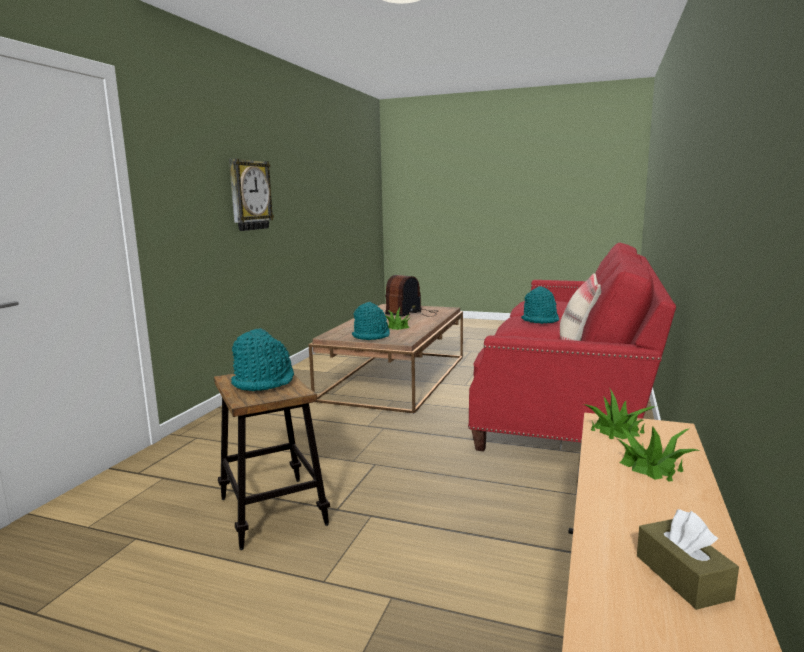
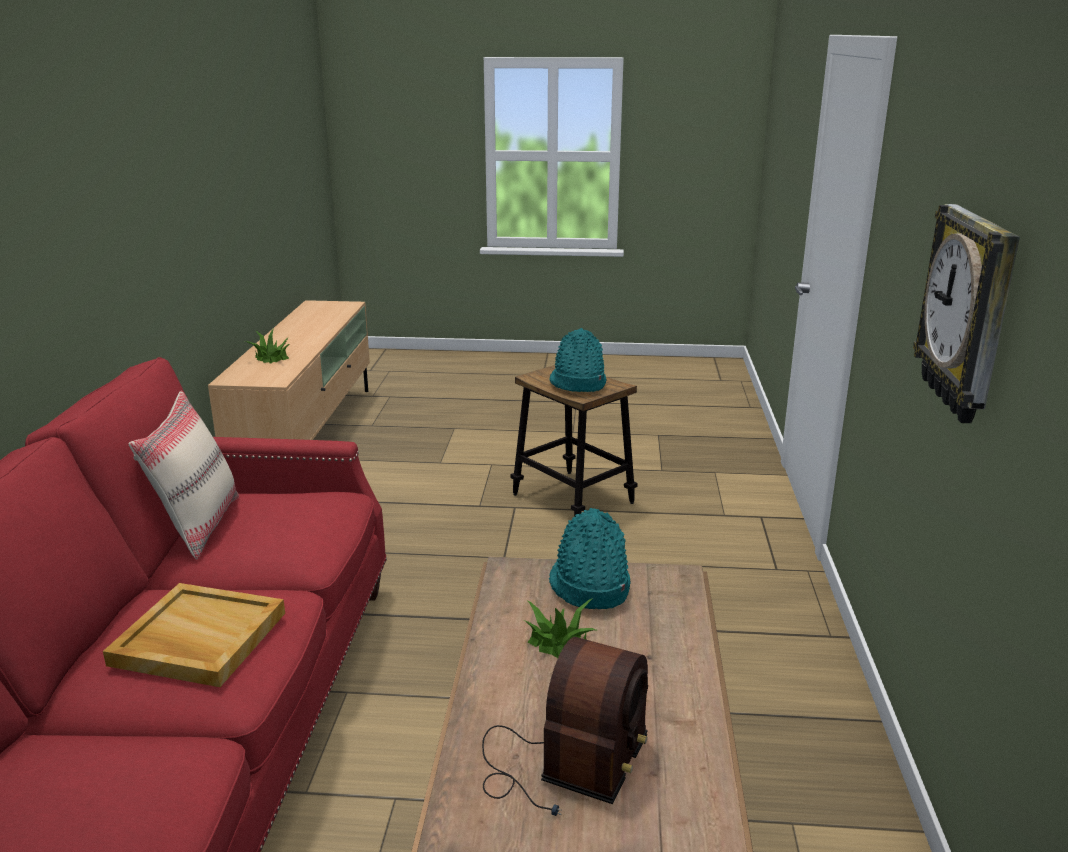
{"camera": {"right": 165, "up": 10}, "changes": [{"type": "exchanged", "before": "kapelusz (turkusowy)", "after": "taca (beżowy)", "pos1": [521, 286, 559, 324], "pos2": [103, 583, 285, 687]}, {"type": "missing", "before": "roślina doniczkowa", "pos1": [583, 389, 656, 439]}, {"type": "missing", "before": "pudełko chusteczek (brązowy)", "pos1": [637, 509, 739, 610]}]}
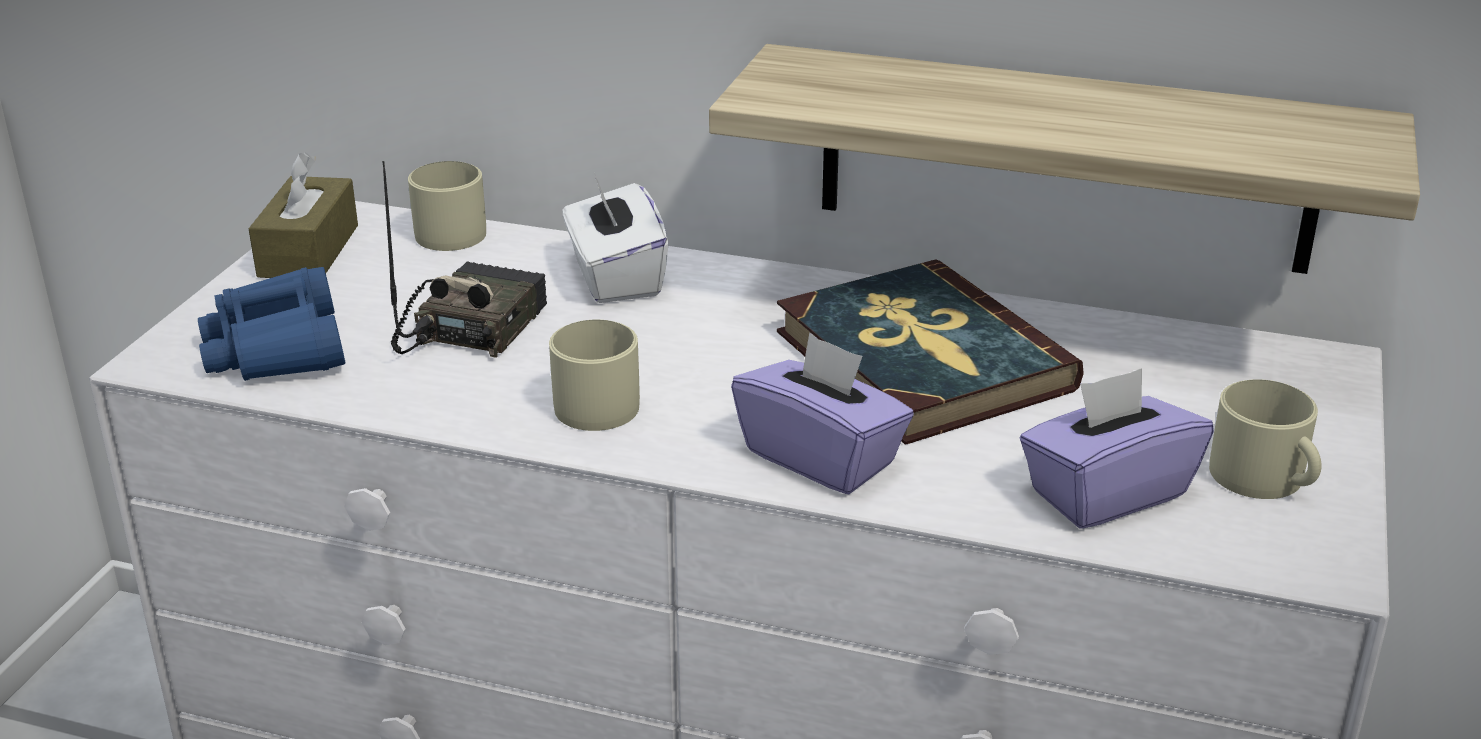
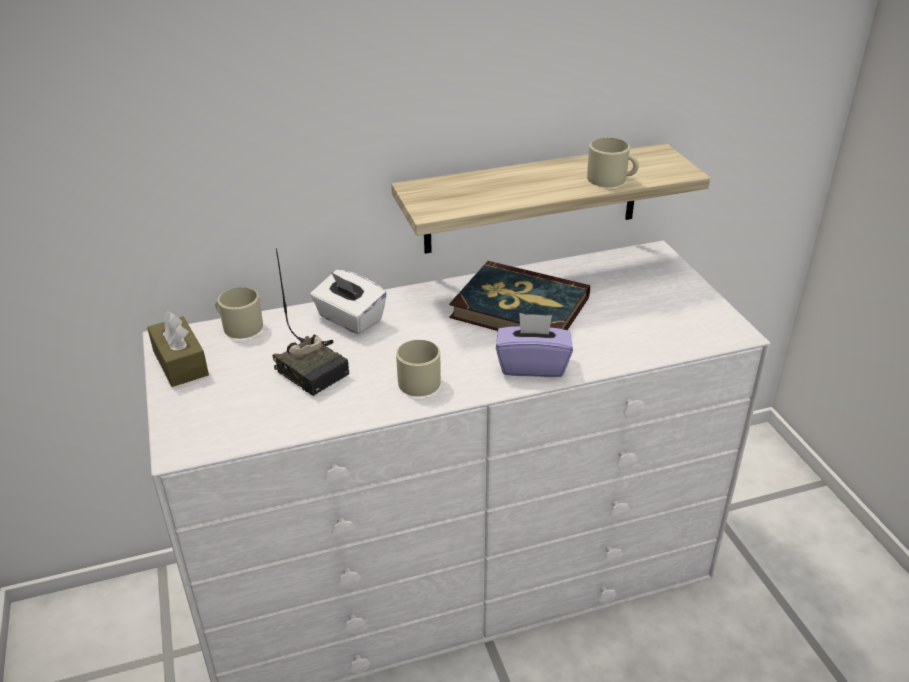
{"camera": {"right": -35, "up": 5}, "changes": [{"type": "spun", "before": "radio", "pos1": [382, 161, 547, 358], "pos2": [272, 249, 349, 396], "turn": 150}, {"type": "relocated", "before": "kubek (beżowy)", "pos1": [1209, 379, 1321, 499], "pos2": [587, 138, 639, 187]}, {"type": "missing", "before": "lornetka (niebieski)", "pos1": [198, 267, 345, 381]}, {"type": "missing", "before": "pudełko chusteczek (fioletowy)", "pos1": [1020, 368, 1214, 529]}]}
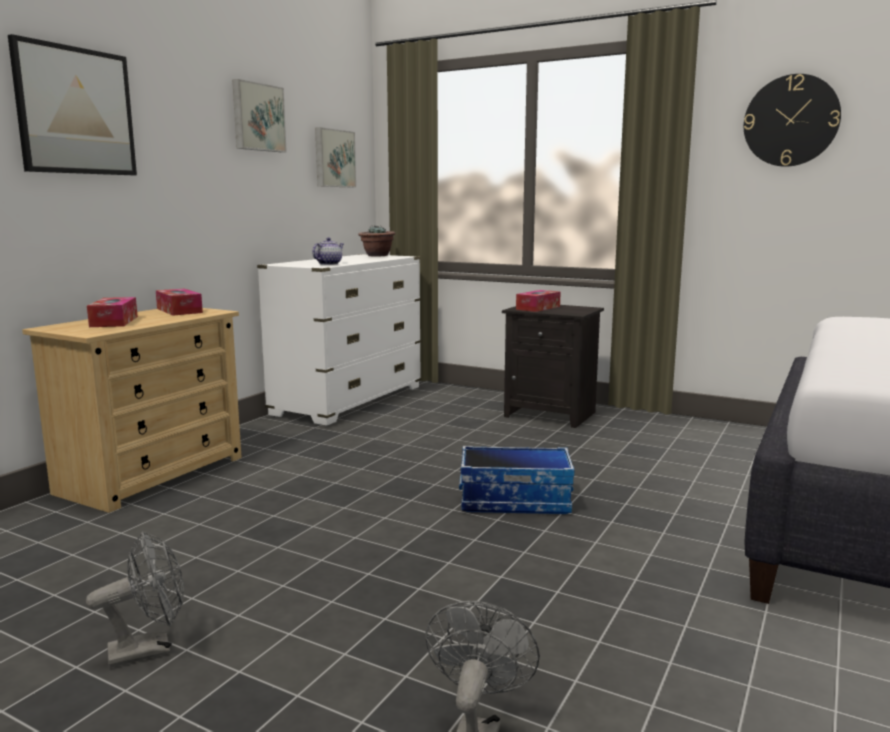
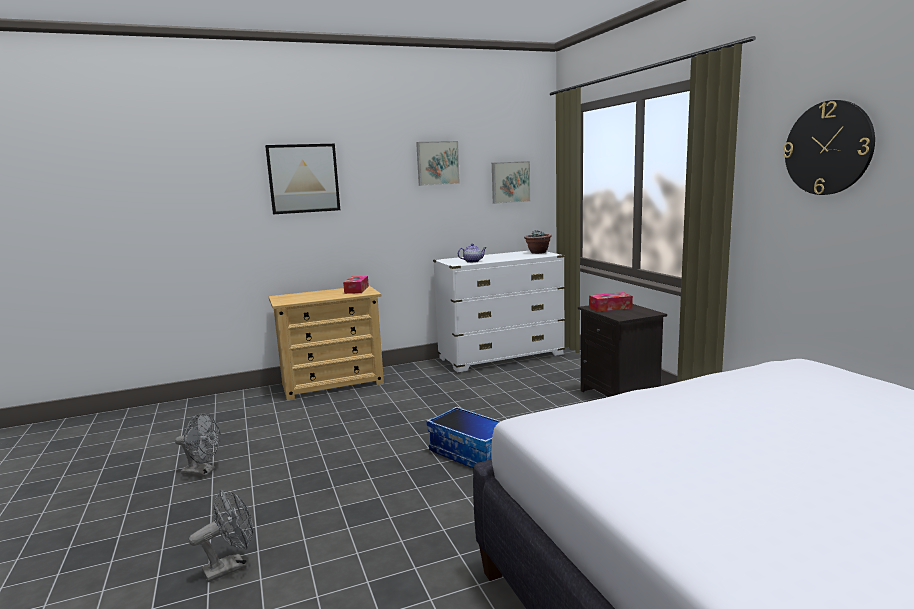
{"camera": {"right": 40, "up": 0}, "changes": [{"type": "missing", "before": "pudełko chusteczek", "pos1": [87, 297, 138, 327]}]}
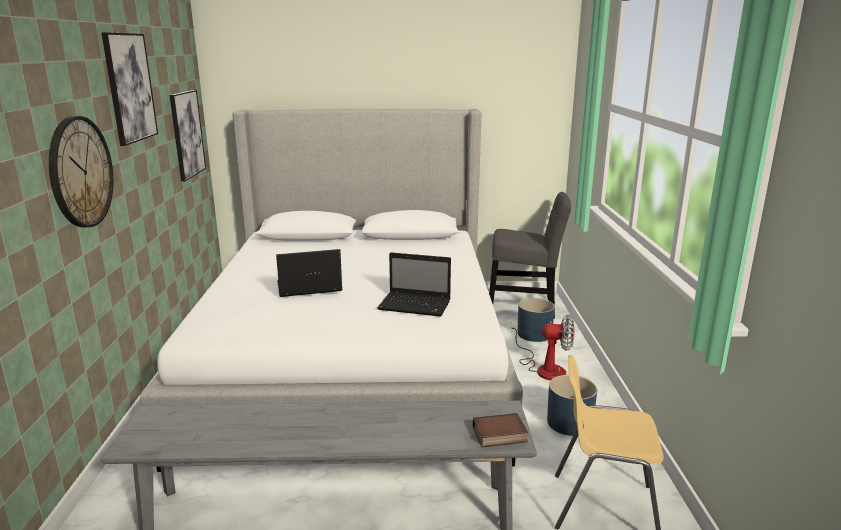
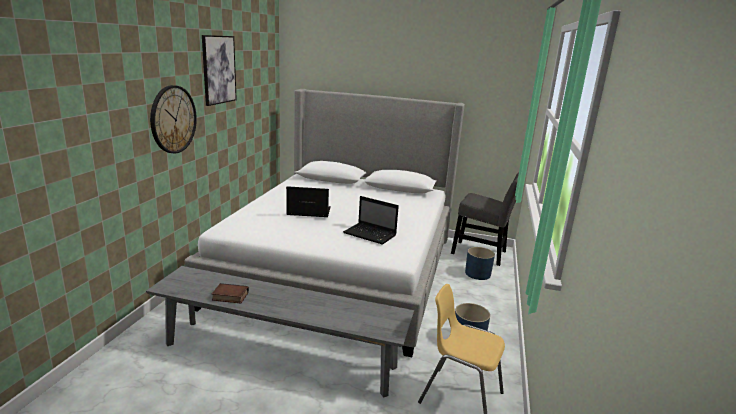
{"camera": {"right": 15, "up": 0}, "changes": [{"type": "relocated", "before": "książka", "pos1": [473, 413, 528, 447], "pos2": [212, 283, 249, 304]}, {"type": "missing", "before": "obraz", "pos1": [170, 90, 206, 182]}, {"type": "missing", "before": "wentylator", "pos1": [511, 315, 574, 380]}]}
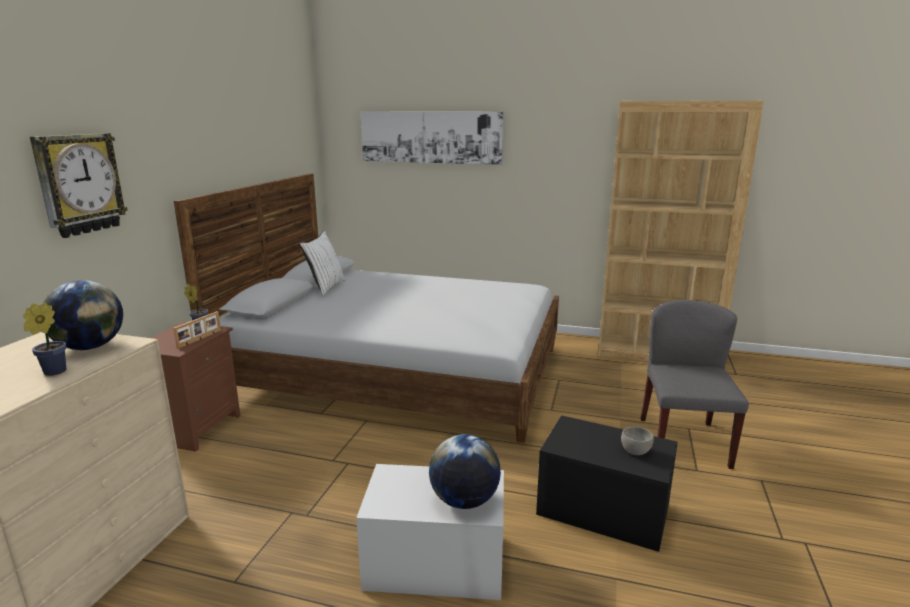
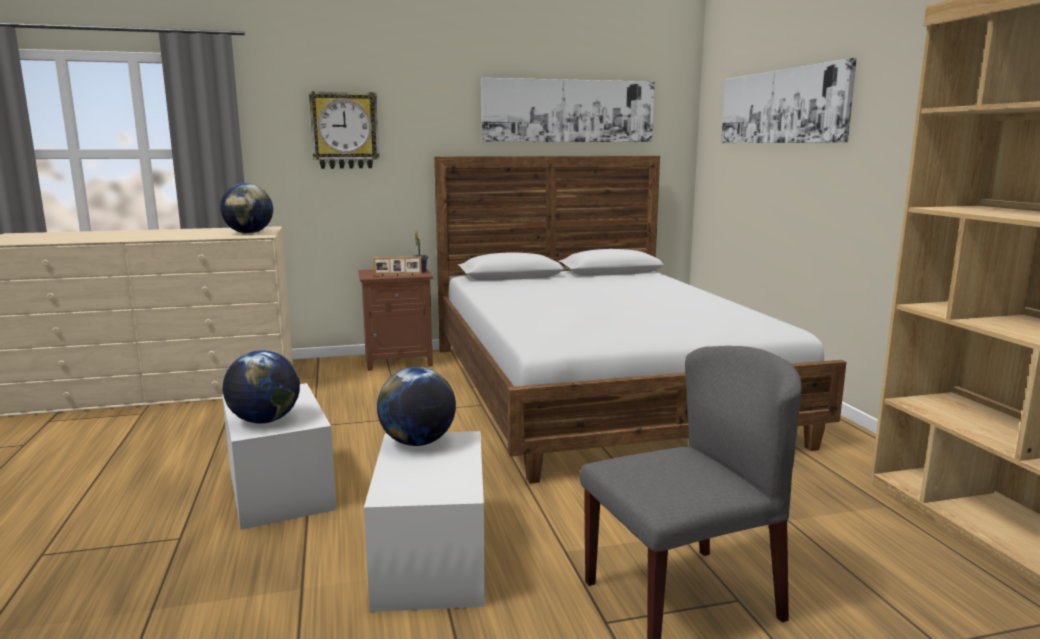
{"camera": {"right": 60, "up": -5}, "changes": [{"type": "colour", "before": "pojemnik do przechowywania (czarny)", "after": "pojemnik do przechowywania (biały)", "pos1": [536, 415, 678, 552], "pos2": [364, 431, 485, 612]}, {"type": "appeared", "after": "globus", "pos2": [377, 367, 456, 446]}, {"type": "appeared", "after": "obraz", "pos2": [481, 78, 655, 142]}, {"type": "missing", "before": "roślina doniczkowa", "pos1": [23, 302, 66, 376]}, {"type": "missing", "before": "poduszka (biały)", "pos1": [300, 231, 346, 296]}, {"type": "missing", "before": "miska (szary)", "pos1": [621, 426, 654, 455]}]}
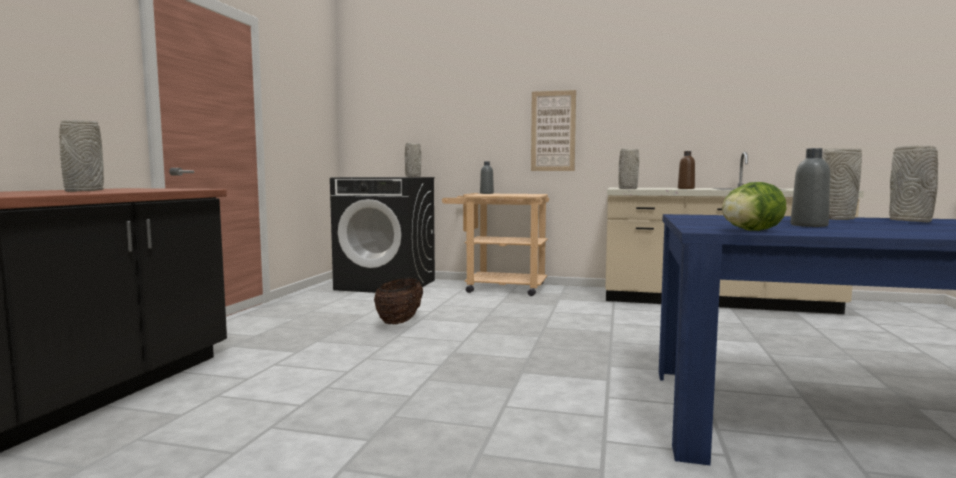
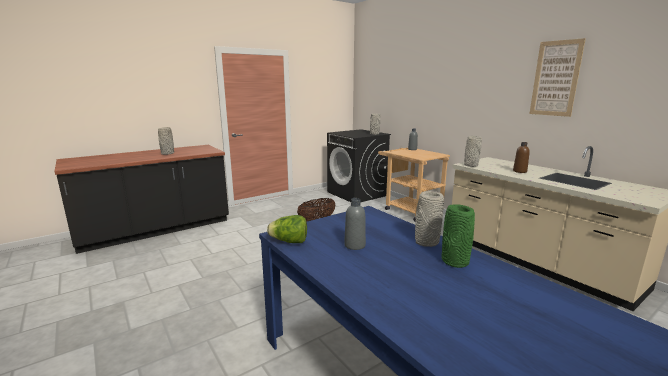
{"camera": {"right": 40, "up": 10}, "changes": [{"type": "colour", "before": "wazon (szary)", "after": "wazon (zielony)", "pos1": [889, 146, 938, 222], "pos2": [442, 204, 475, 268]}, {"type": "relocated", "before": "obraz", "pos1": [531, 90, 576, 171], "pos2": [529, 38, 586, 117]}]}
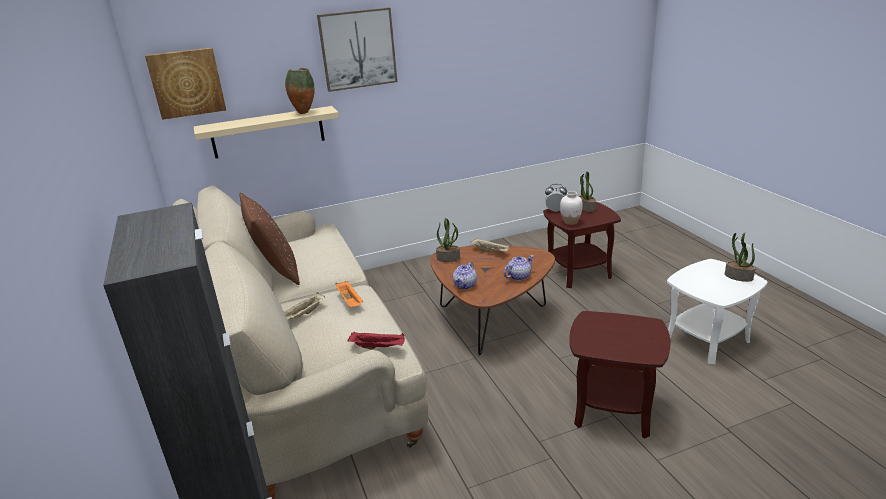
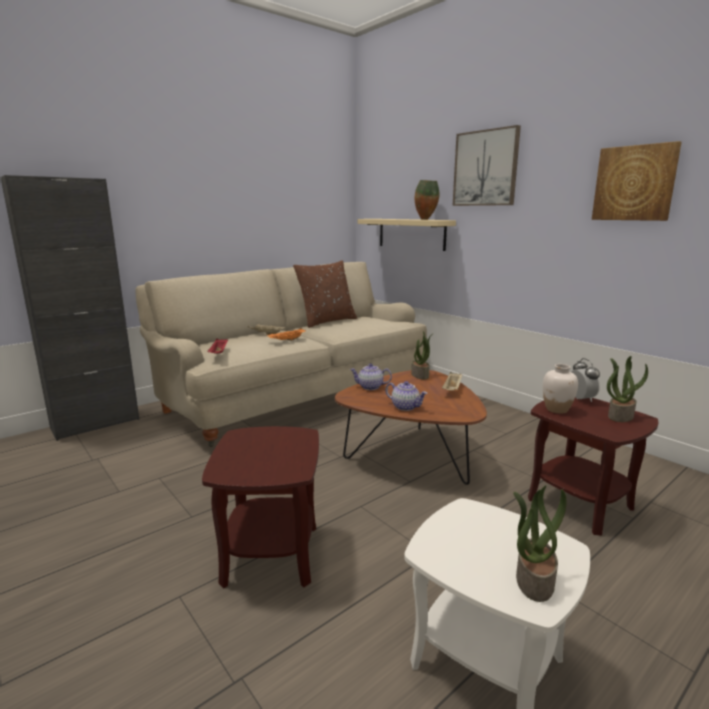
{"camera": {"right": 70, "up": -10}, "changes": [{"type": "relocated", "before": "obraz", "pos1": [145, 48, 226, 120], "pos2": [592, 141, 682, 221]}]}
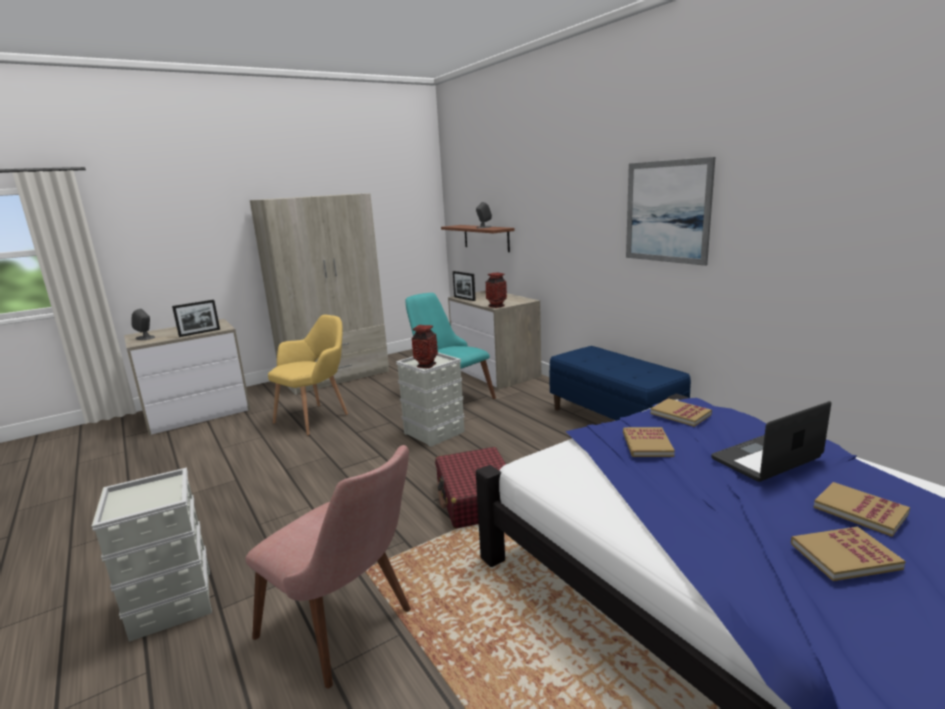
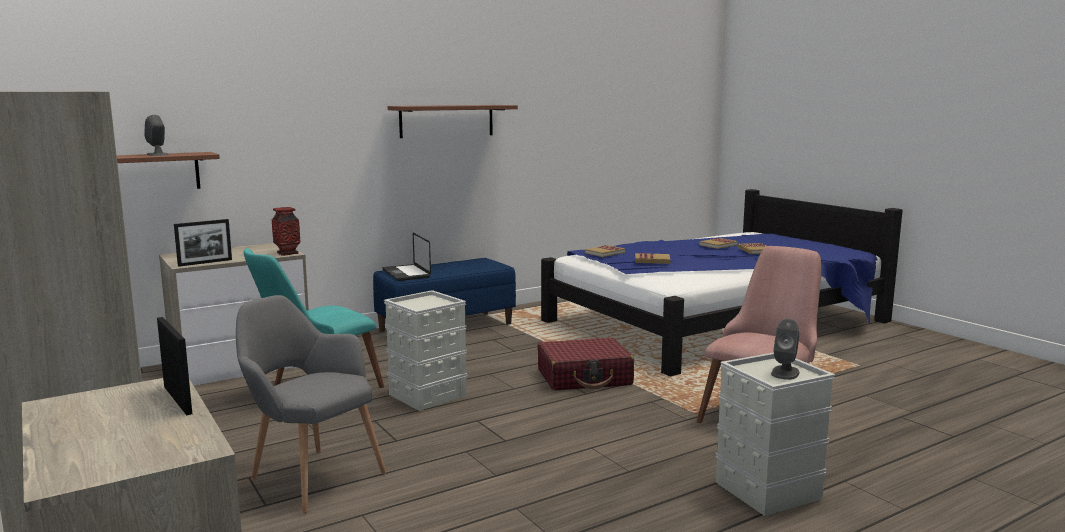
{"camera": {"right": -90, "up": -5}, "changes": [{"type": "colour", "before": "fotel (żółty)", "after": "fotel (szary)", "pos1": [268, 315, 348, 436], "pos2": [236, 295, 386, 514]}, {"type": "relocated", "before": "laptop", "pos1": [711, 401, 831, 482], "pos2": [382, 233, 431, 281]}, {"type": "exchanged", "before": "obraz", "after": "półka (brązowy)", "pos1": [626, 157, 715, 266], "pos2": [388, 105, 518, 138]}, {"type": "relocated", "before": "głośnik (szary)", "pos1": [131, 309, 155, 340], "pos2": [771, 319, 799, 380]}, {"type": "missing", "before": "wazon", "pos1": [412, 325, 438, 368]}]}
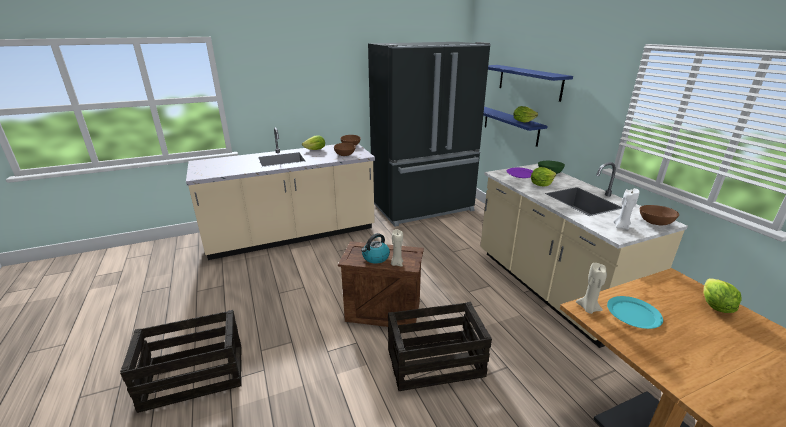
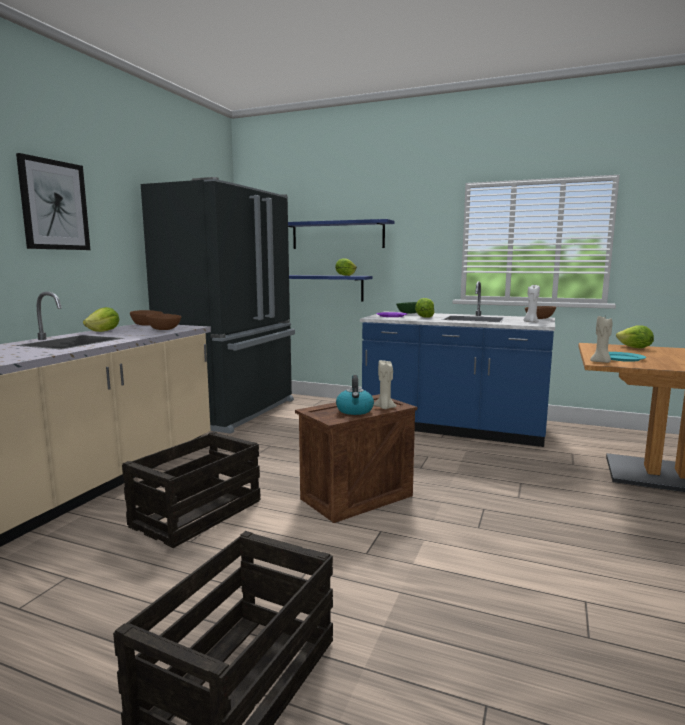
{"camera": {"right": -45, "up": -15}, "changes": [{"type": "appeared", "after": "obraz", "pos2": [16, 153, 90, 250]}, {"type": "relocated", "before": "skrzynka", "pos1": [388, 302, 492, 391], "pos2": [122, 432, 261, 548]}, {"type": "colour", "before": "zabudowa kuchenna (beżowy)", "after": "zabudowa kuchenna (niebieski)", "pos1": [480, 162, 688, 348], "pos2": [360, 281, 555, 447]}]}
